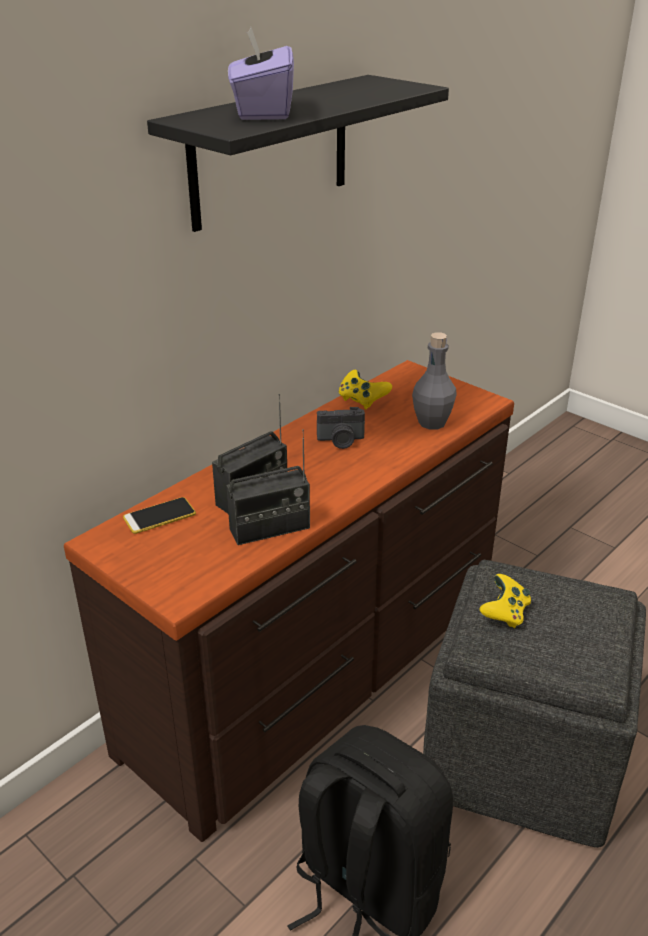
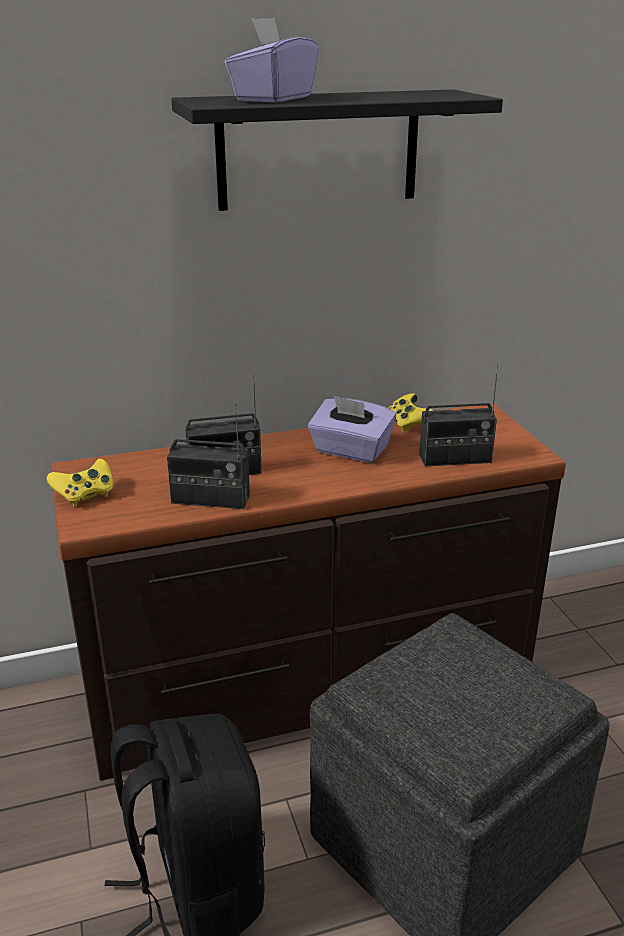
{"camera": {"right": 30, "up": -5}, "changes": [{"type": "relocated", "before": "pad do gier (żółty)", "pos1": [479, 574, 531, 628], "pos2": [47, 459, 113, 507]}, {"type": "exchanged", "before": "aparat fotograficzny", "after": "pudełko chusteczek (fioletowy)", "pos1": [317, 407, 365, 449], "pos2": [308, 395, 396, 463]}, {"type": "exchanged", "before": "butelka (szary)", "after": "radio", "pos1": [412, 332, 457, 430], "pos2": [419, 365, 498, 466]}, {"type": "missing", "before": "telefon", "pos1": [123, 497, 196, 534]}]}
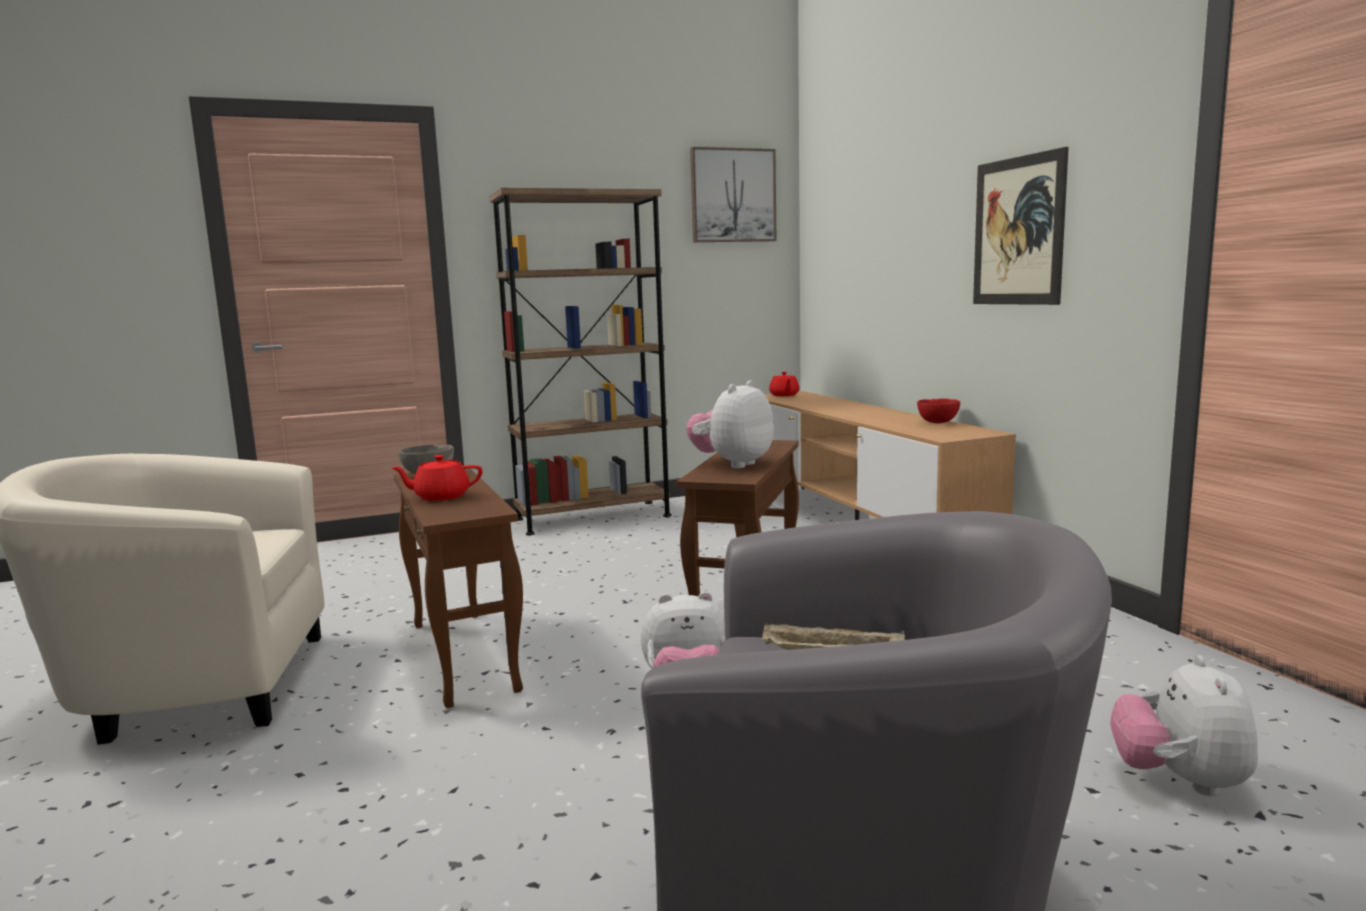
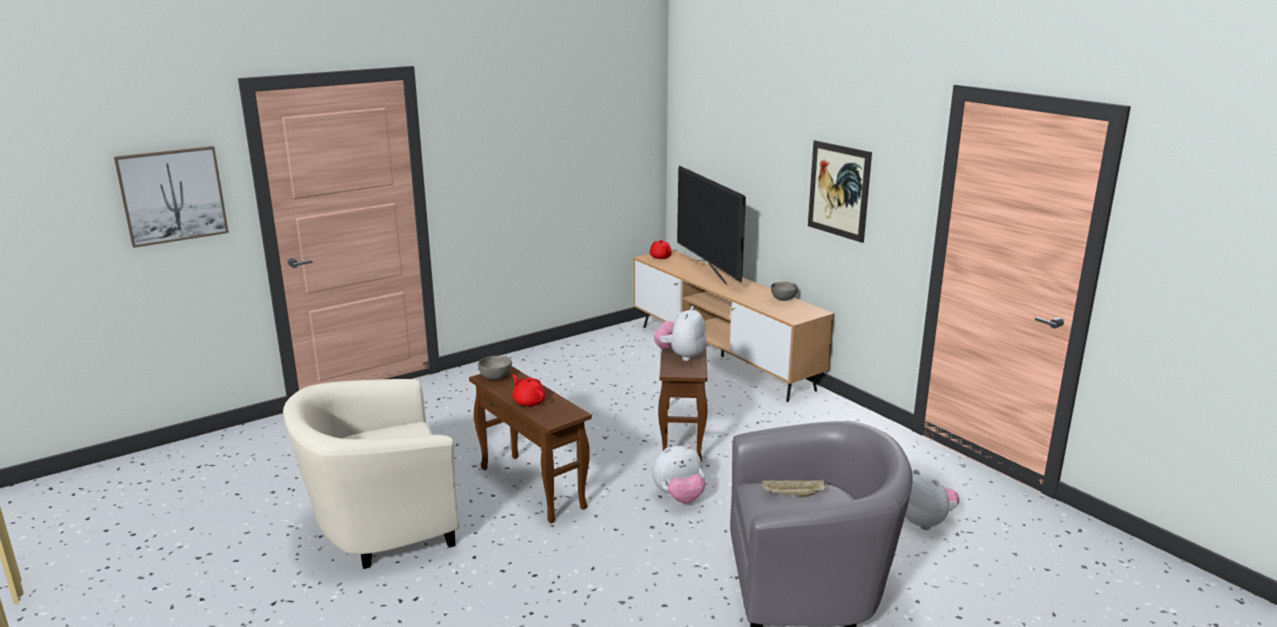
{"camera": {"right": -15, "up": 10}, "changes": [{"type": "relocated", "before": "obraz", "pos1": [690, 147, 777, 242], "pos2": [114, 146, 229, 248]}, {"type": "spun", "before": "imbryk (czerwony)", "pos1": [391, 455, 483, 501], "pos2": [512, 374, 546, 407], "turn": 75}, {"type": "appeared", "after": "telewizor", "pos2": [677, 166, 746, 285]}, {"type": "colour", "before": "miska (czerwony)", "after": "miska (szary)", "pos1": [917, 399, 960, 423], "pos2": [771, 282, 798, 301]}, {"type": "spun", "before": "pluszak", "pos1": [1110, 655, 1258, 796], "pos2": [905, 469, 959, 530], "turn": 150}, {"type": "missing", "before": "regał (brązowy)", "pos1": [489, 188, 671, 535]}]}
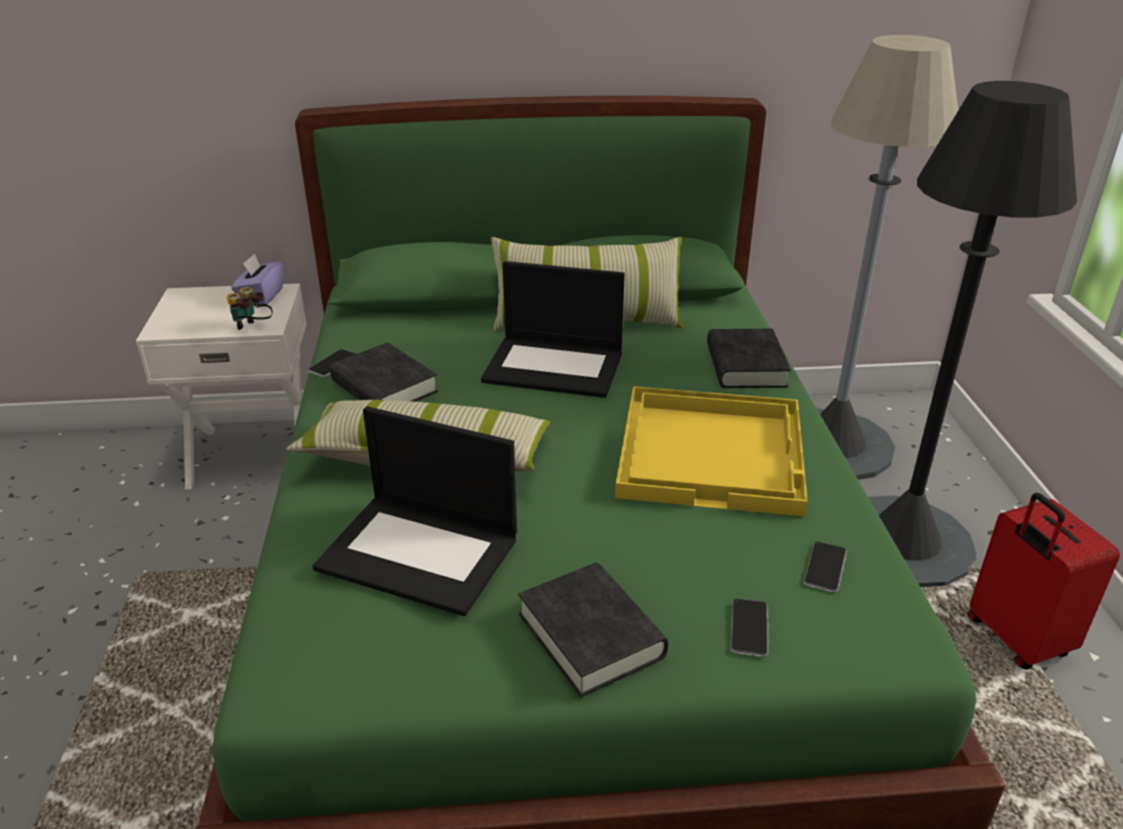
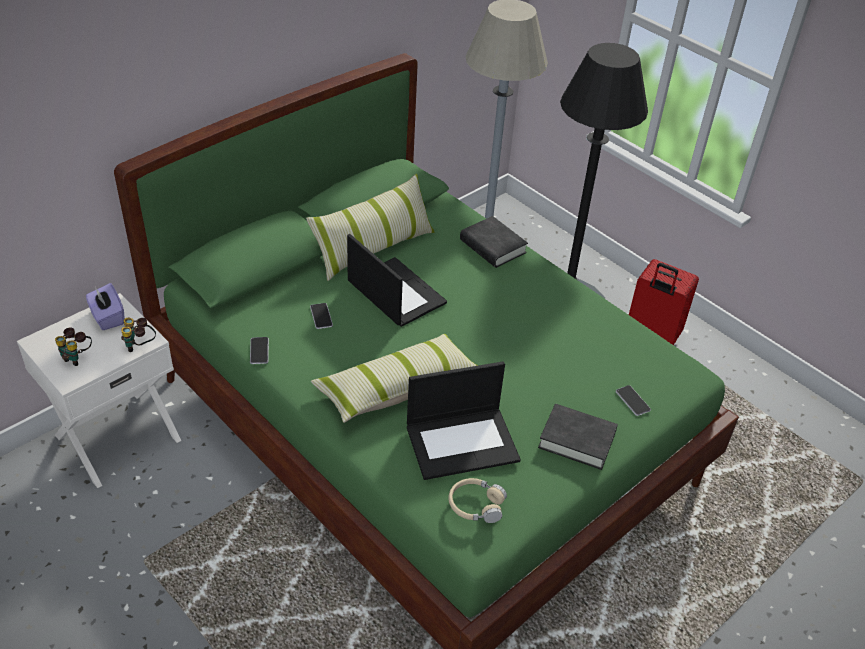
{"camera": {"right": -40, "up": 10}, "changes": [{"type": "appeared", "after": "lornetka", "pos2": [55, 328, 92, 366]}, {"type": "relocated", "before": "telefon", "pos1": [804, 541, 847, 593], "pos2": [310, 303, 333, 329]}, {"type": "spun", "before": "laptop", "pos1": [481, 261, 625, 398], "pos2": [347, 234, 447, 327], "turn": -105}, {"type": "appeared", "after": "słuchawki (beżowy)", "pos2": [449, 478, 507, 523]}, {"type": "missing", "before": "książka (czarny)", "pos1": [330, 342, 438, 402]}, {"type": "missing", "before": "taca (żółty)", "pos1": [615, 386, 808, 517]}]}
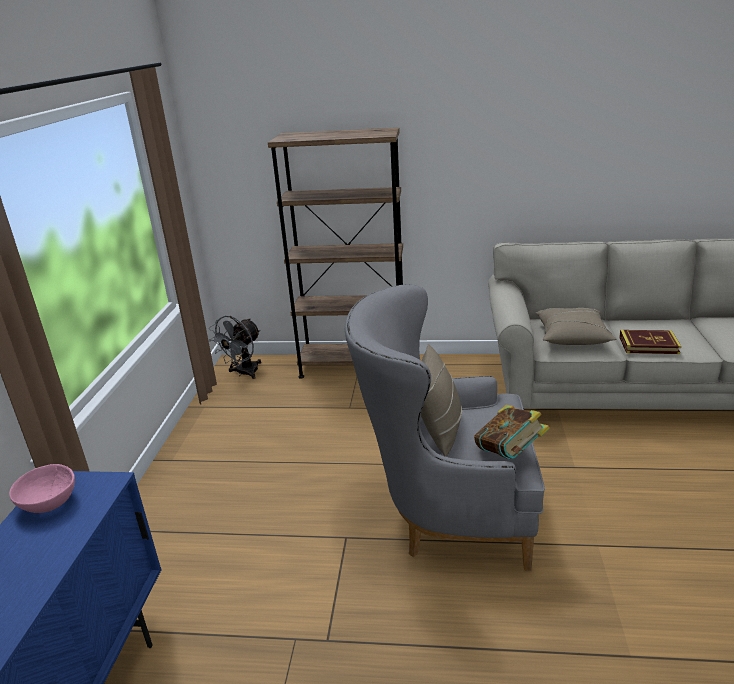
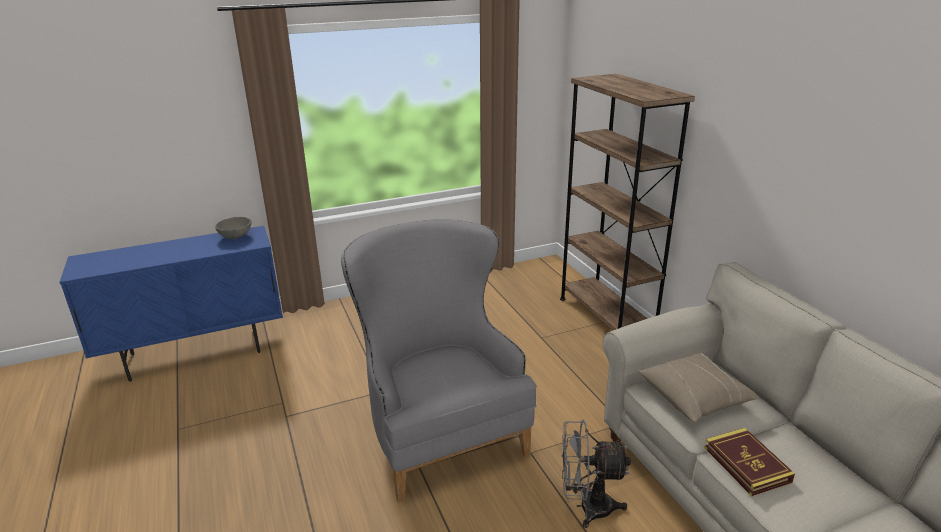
{"camera": {"right": 60, "up": 0}, "changes": [{"type": "colour", "before": "miska (różowy)", "after": "miska (szary)", "pos1": [9, 464, 75, 513], "pos2": [215, 217, 252, 239]}, {"type": "relocated", "before": "wentylator (szary)", "pos1": [209, 316, 261, 379], "pos2": [561, 420, 631, 528]}, {"type": "missing", "before": "poduszka (beżowy)", "pos1": [421, 344, 463, 457]}, {"type": "missing", "before": "książka", "pos1": [474, 405, 550, 459]}]}
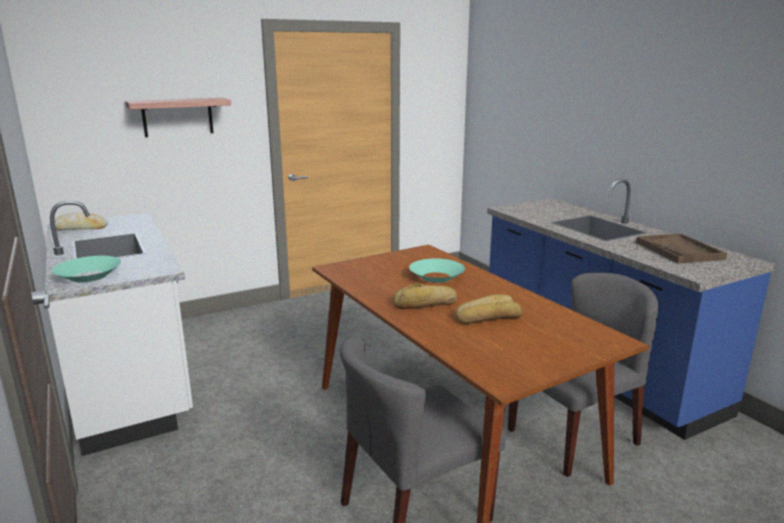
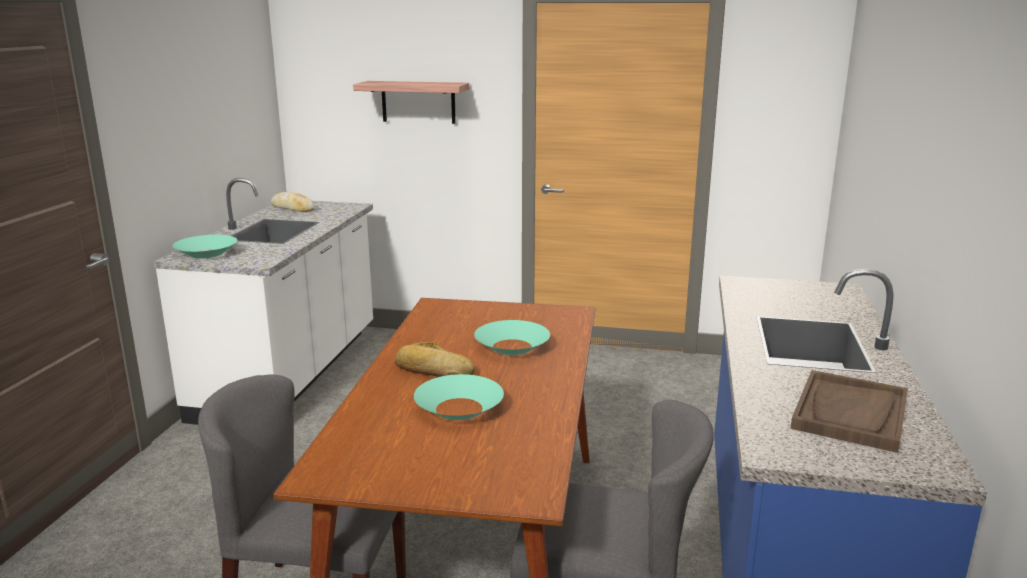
{"camera": {"right": 40, "up": 0}, "changes": [{"type": "exchanged", "before": "chleb", "after": "miska (turkusowy)", "pos1": [455, 294, 523, 324], "pos2": [414, 374, 504, 420]}]}
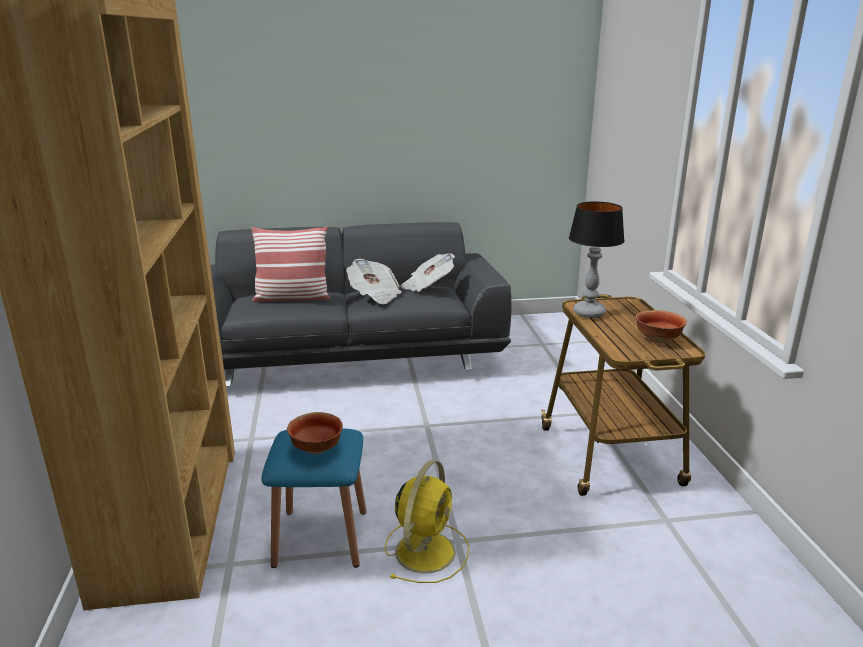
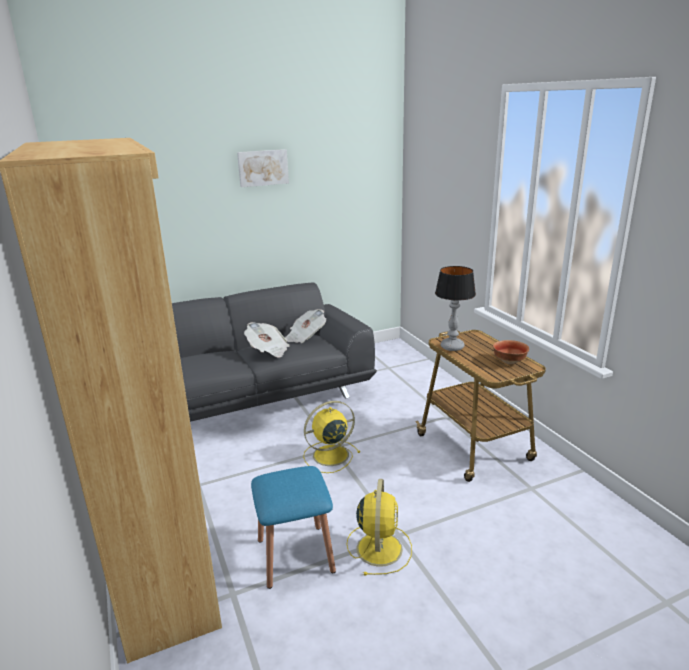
{"camera": {"right": -15, "up": 0}, "changes": [{"type": "appeared", "after": "obraz", "pos2": [237, 149, 289, 187]}, {"type": "appeared", "after": "wentylator (żółty)", "pos2": [303, 401, 361, 473]}, {"type": "missing", "before": "poduszka", "pos1": [251, 226, 330, 302]}, {"type": "missing", "before": "miska", "pos1": [287, 412, 343, 454]}]}
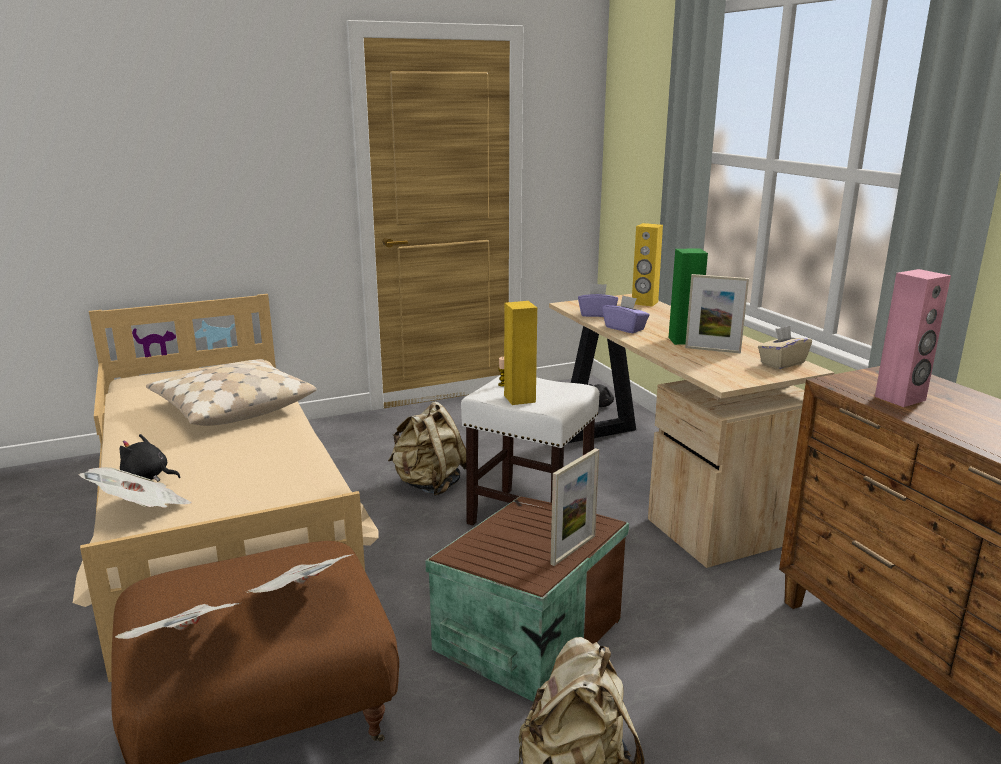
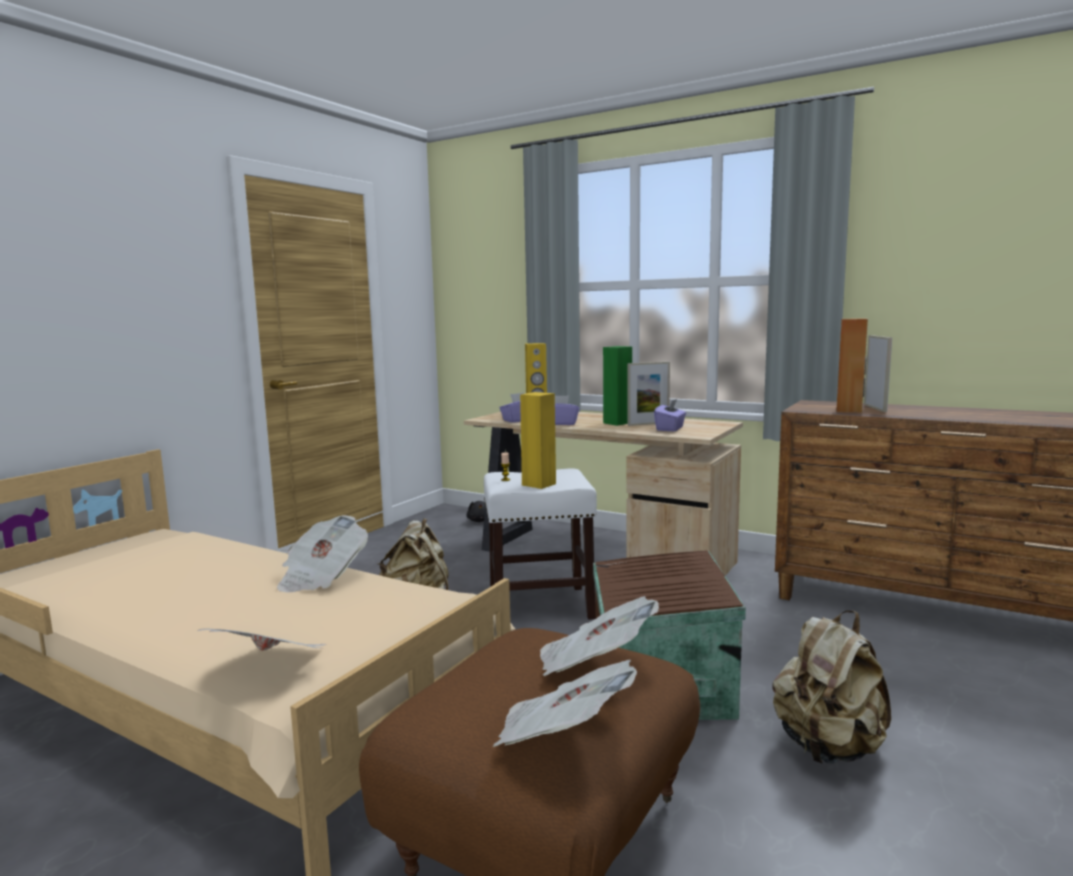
{"camera": {"right": -35, "up": -10}, "changes": [{"type": "appeared", "after": "gazeta", "pos2": [277, 515, 368, 592]}, {"type": "appeared", "after": "pudełko chusteczek (fioletowy)", "pos2": [654, 399, 686, 431]}, {"type": "colour", "before": "głośnik (różowy)", "after": "głośnik (brązowy)", "pos1": [875, 269, 951, 407], "pos2": [836, 318, 868, 413]}, {"type": "relocated", "before": "ramka na zdjęcie", "pos1": [551, 448, 599, 566], "pos2": [864, 335, 892, 412]}, {"type": "missing", "before": "pluszak (czarny)", "pos1": [119, 434, 181, 482]}, {"type": "missing", "before": "poduszka (beżowy)", "pos1": [146, 359, 317, 426]}, {"type": "missing", "before": "pudełko chusteczek (beżowy)", "pos1": [758, 326, 812, 369]}]}
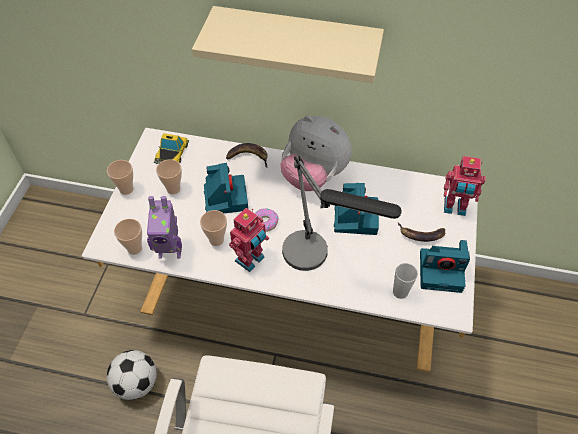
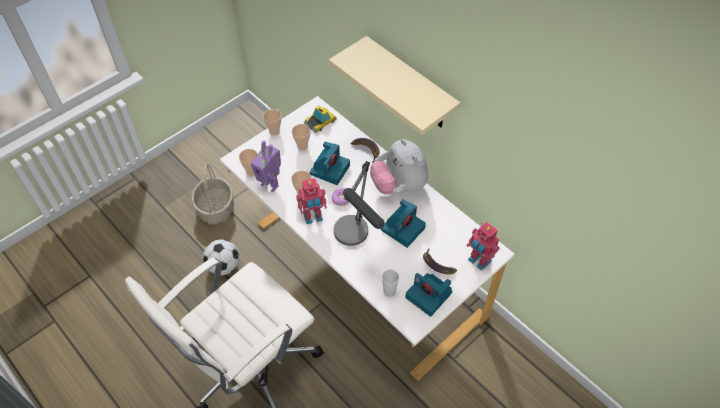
{"camera": {"right": 35, "up": 0}, "changes": [{"type": "appeared", "after": "koszyk", "pos2": [191, 164, 234, 224]}]}
